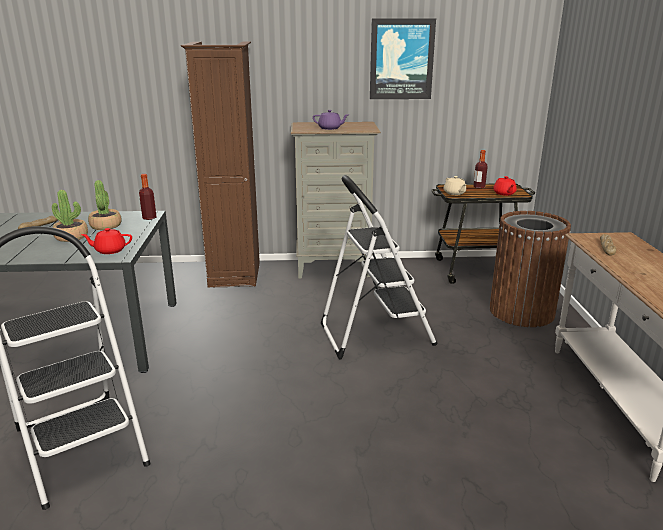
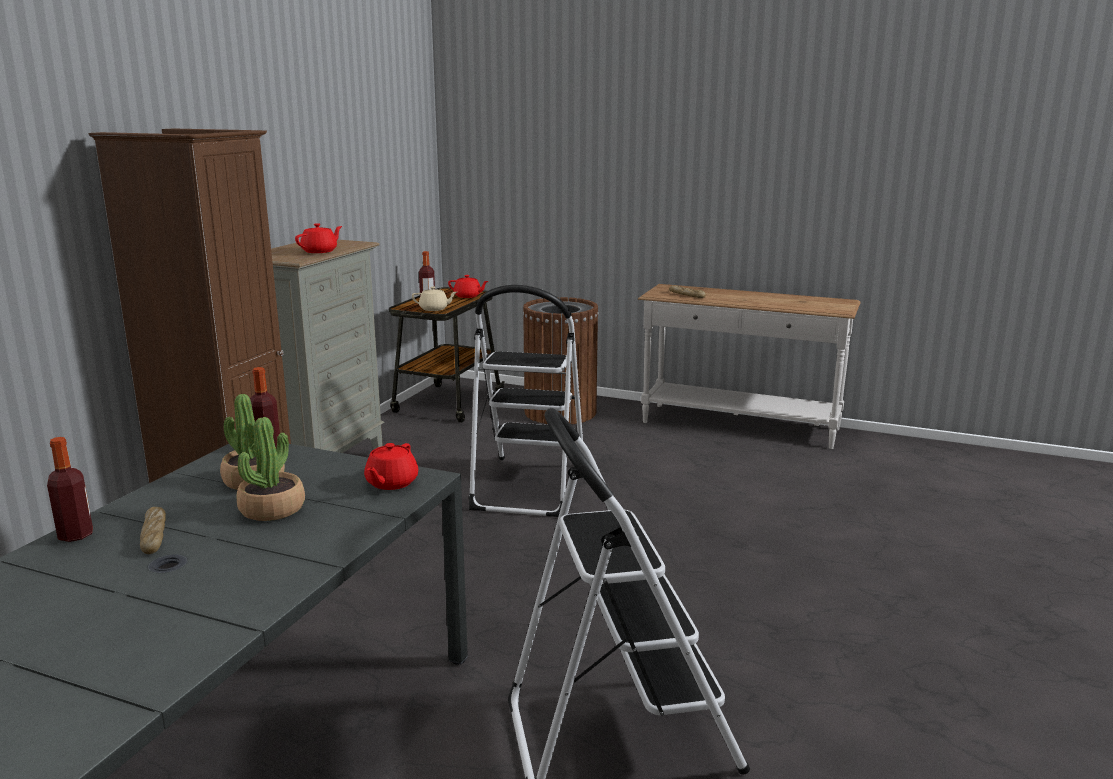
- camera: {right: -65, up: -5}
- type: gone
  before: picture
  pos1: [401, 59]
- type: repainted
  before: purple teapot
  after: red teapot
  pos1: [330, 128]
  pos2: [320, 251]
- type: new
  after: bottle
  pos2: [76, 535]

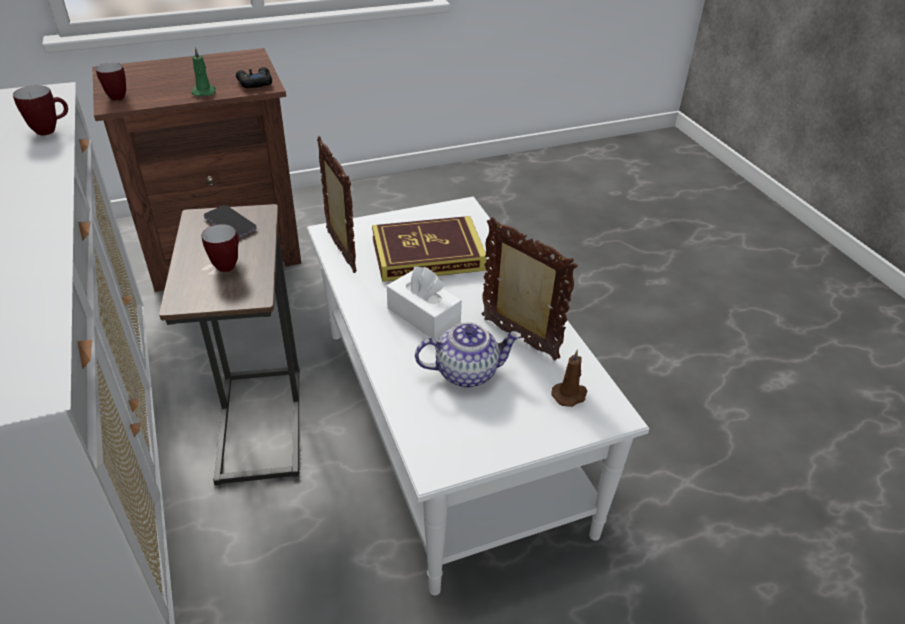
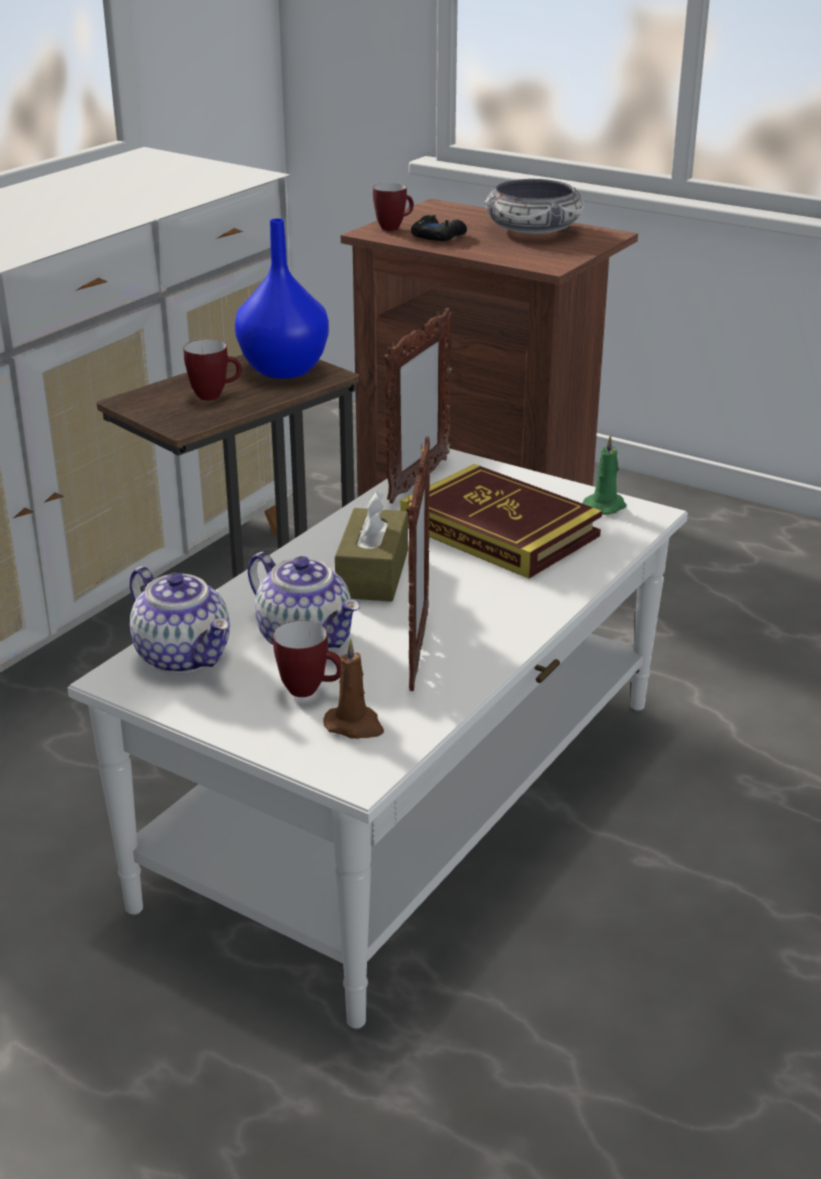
- camera: {right: 55, up: -10}
- type: shifted
  before: green candle
  pos1: [204, 92]
  pos2: [606, 506]
- type: shifted
  before: black game controller
  pos1: [254, 83]
  pos2: [438, 236]
- type: shifted
  before: mug
  pos1: [50, 130]
  pos2: [310, 691]
- type: swapped
  before: phone
  after: blue vase
  pos1: [230, 224]
  pos2: [285, 369]
- type: repainted
  before: white tissue box
  after: brown tissue box
  pos1: [423, 316]
  pos2: [373, 573]
- type: new
  after: bowl
  pos2: [532, 230]
- type: new
  after: teapot
  pos2: [185, 656]

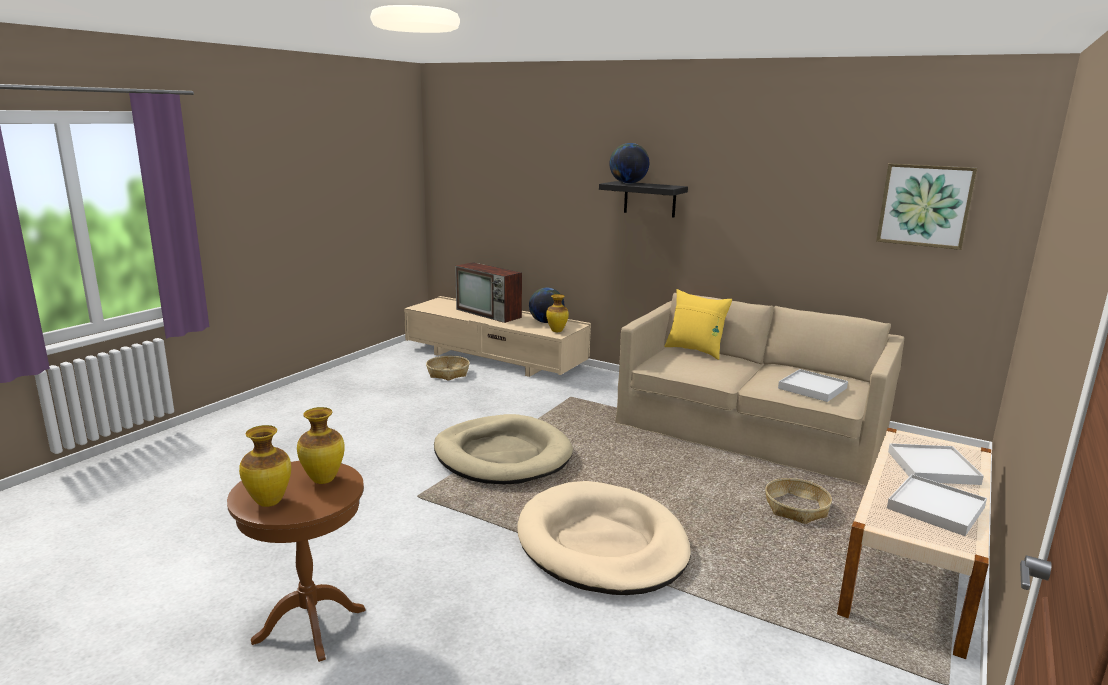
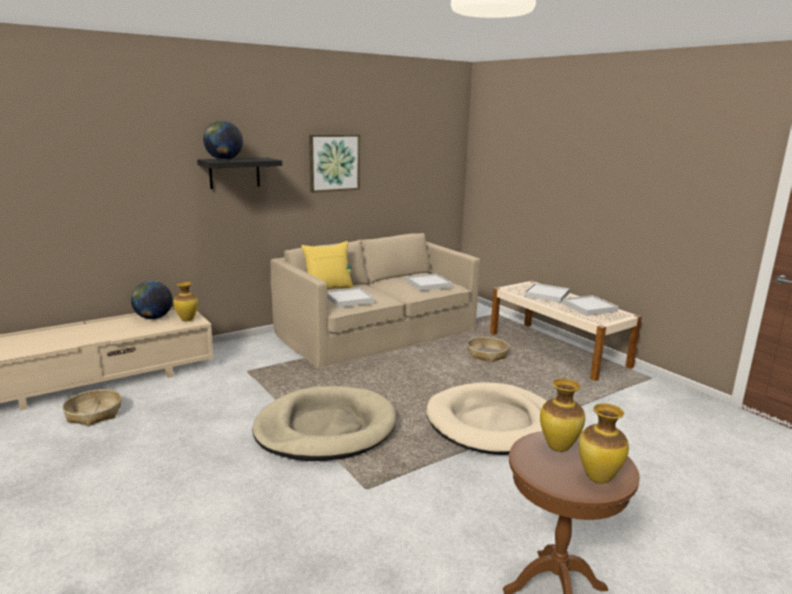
- camera: {right: -65, up: 0}
- type: shifted
  before: picture
  pos1: [925, 205]
  pos2: [334, 162]
- type: gone
  before: television
  pos1: [489, 313]
- type: new
  after: white tray
  pos2: [349, 299]

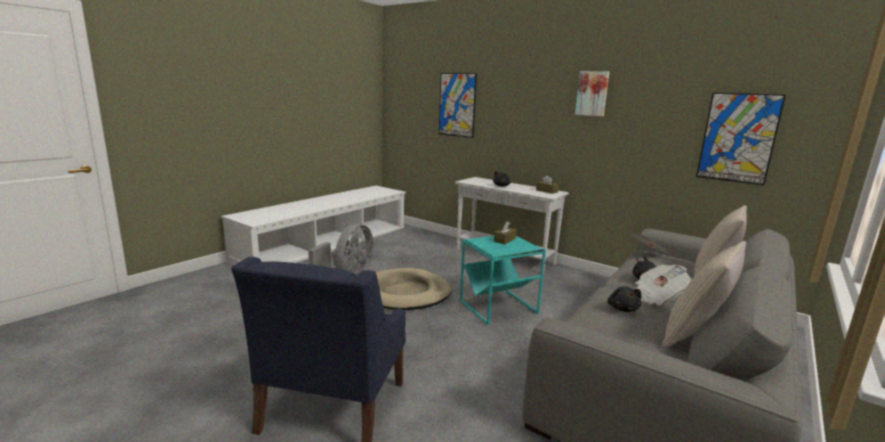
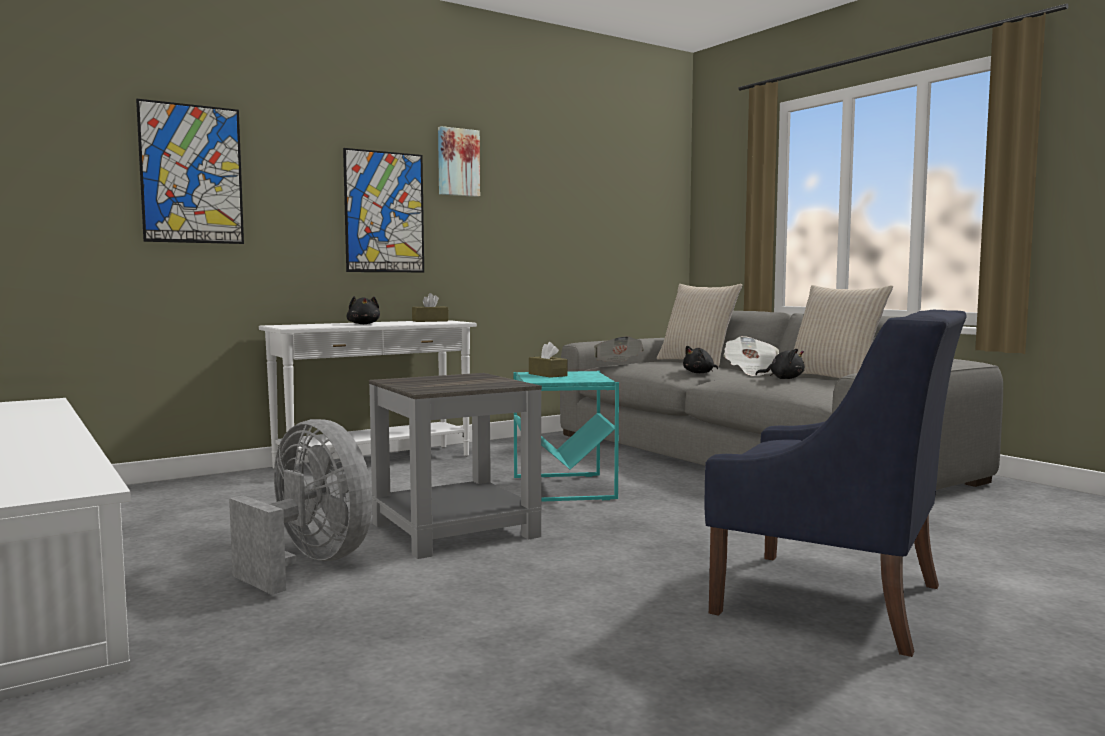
- camera: {right: -70, up: -10}
- type: shifted
  before: picture
  pos1: [738, 138]
  pos2: [384, 212]
- type: swapped
  before: beige dog bed
  after: grey side table
  pos1: [405, 293]
  pos2: [455, 529]

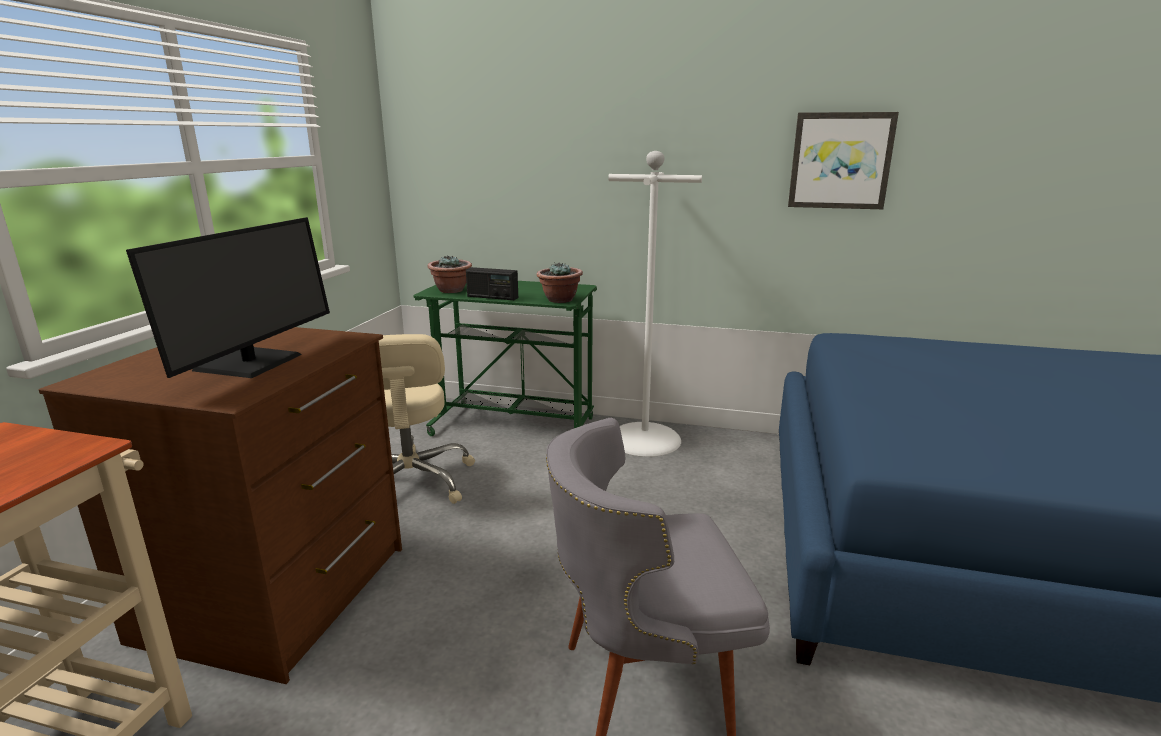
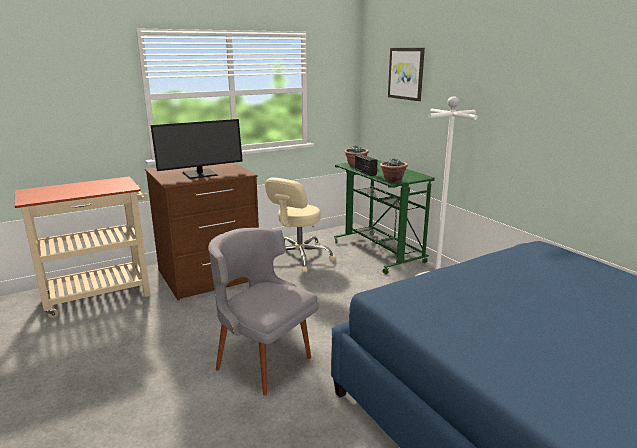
- camera: {right: 45, up: 0}
- type: shifted
  before: picture
  pos1: [840, 161]
  pos2: [406, 73]

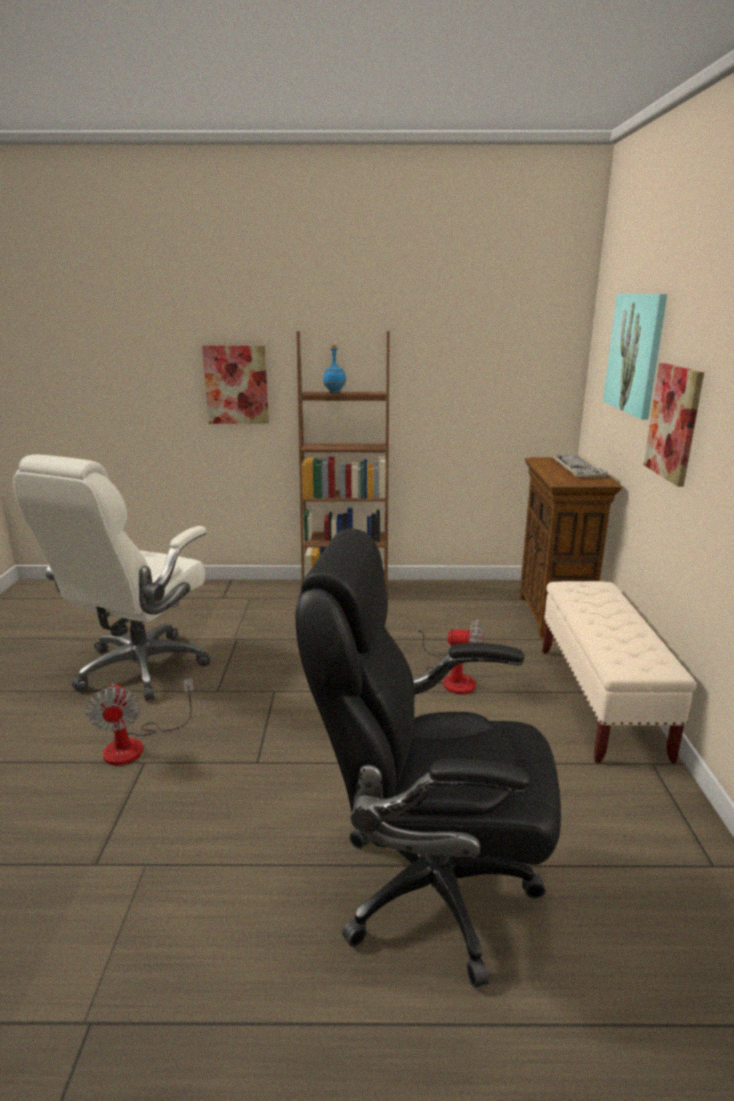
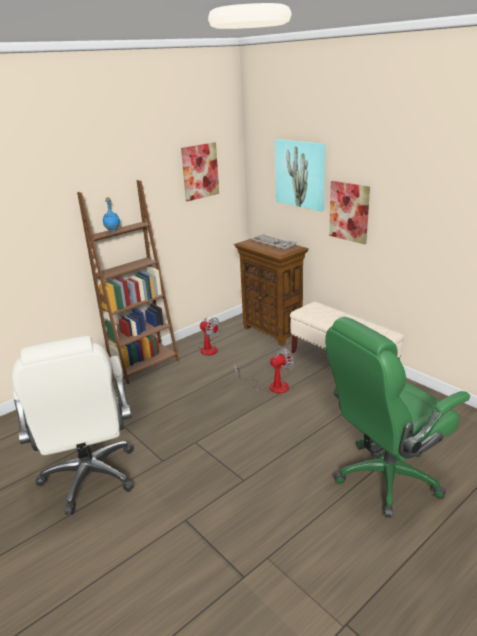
- camera: {right: -40, up: 5}
- type: shifted
  before: picture
  pos1: [236, 385]
  pos2: [200, 171]
- type: repainted
  before: black office chair
  after: green office chair
  pos1: [430, 889]
  pos2: [385, 478]
- type: shifted
  before: fan
  pos1: [136, 745]
  pos2: [208, 347]

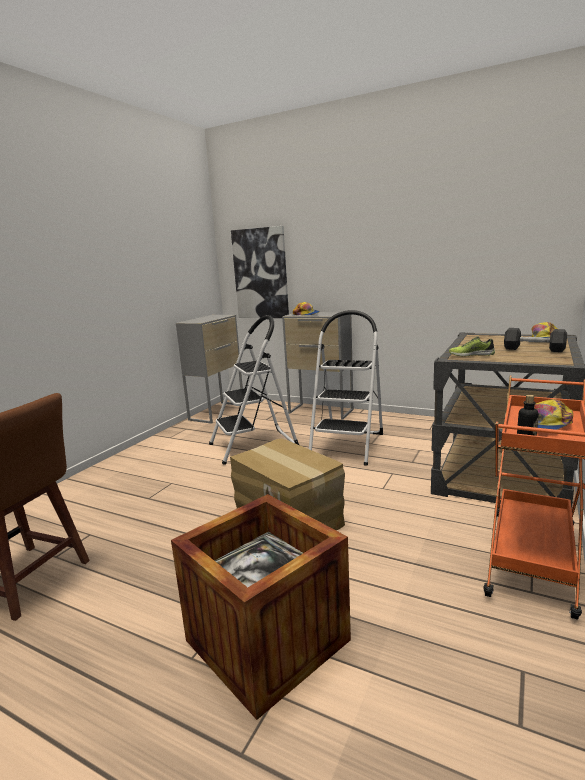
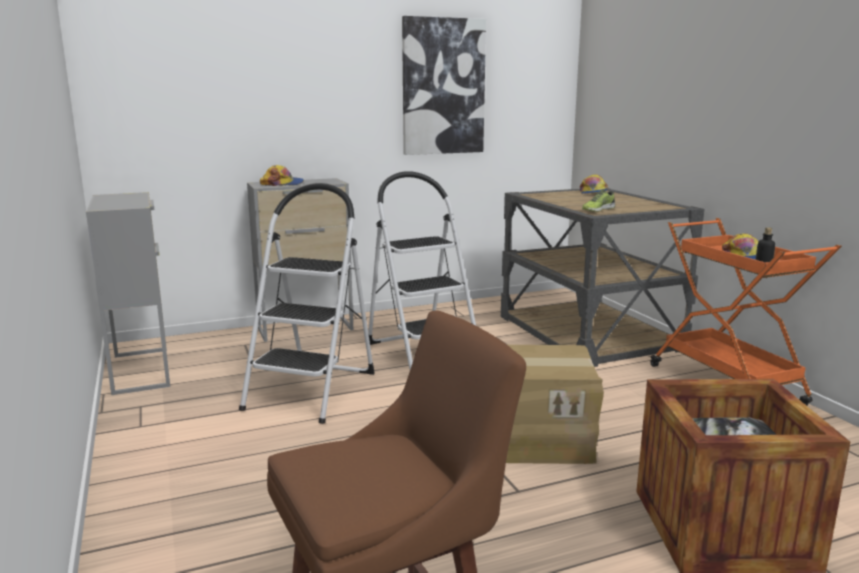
- camera: {right: -50, up: 0}
- type: shifted
  before: picture
  pos1: [261, 274]
  pos2: [443, 87]
- type: gone
  before: black dumbbell
  pos1: [534, 349]

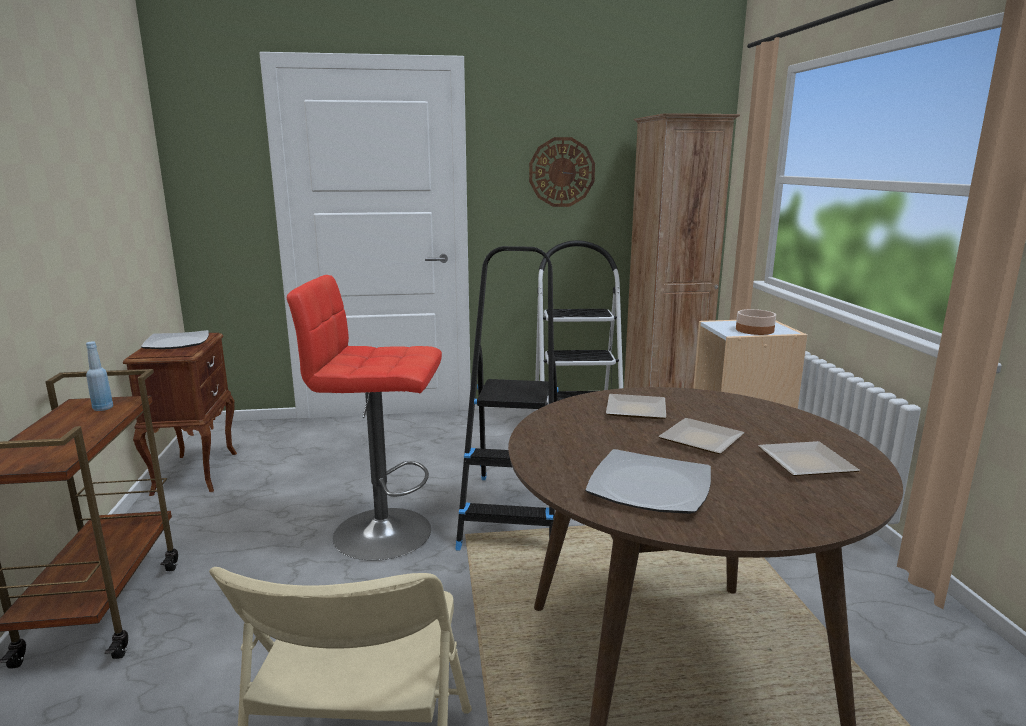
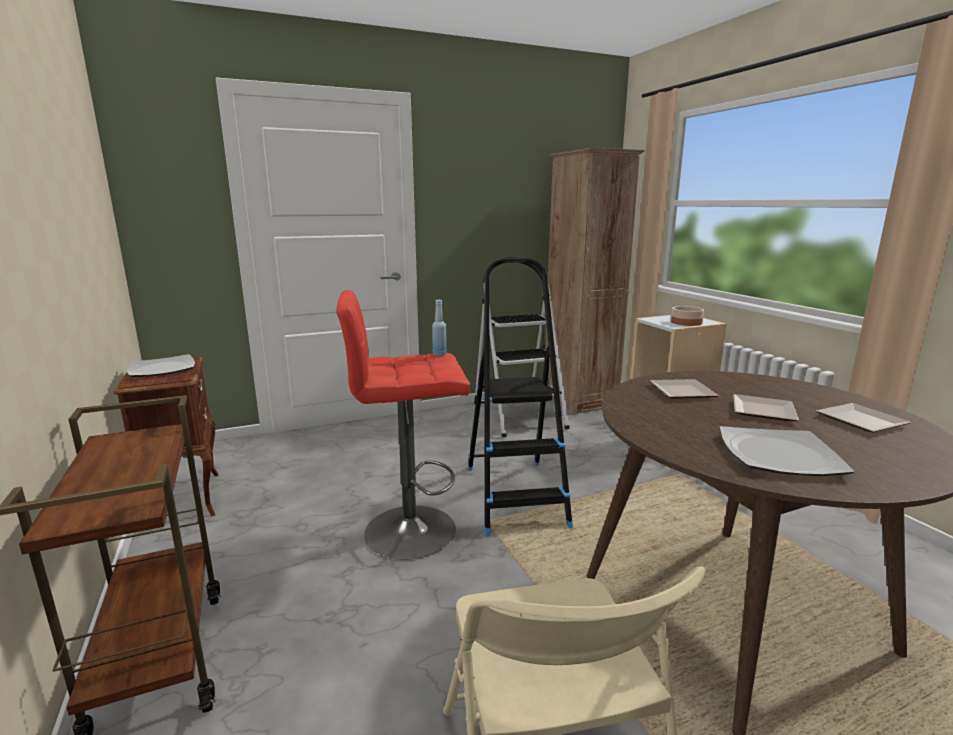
- camera: {right: -15, up: 0}
- type: gone
  before: wall clock
  pos1: [561, 172]
- type: shifted
  before: blue bottle
  pos1: [103, 408]
  pos2: [439, 354]

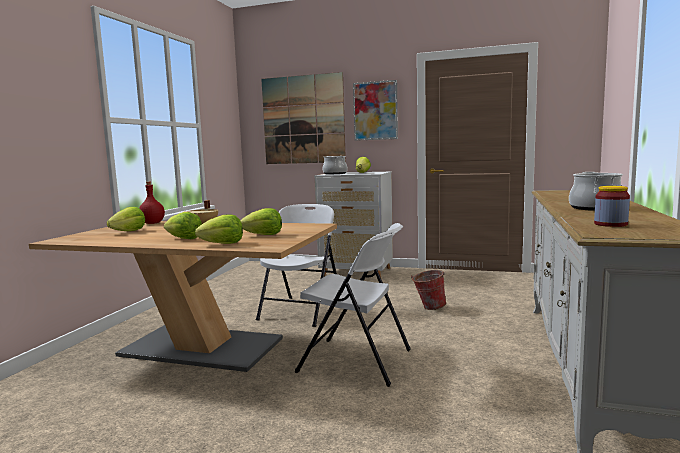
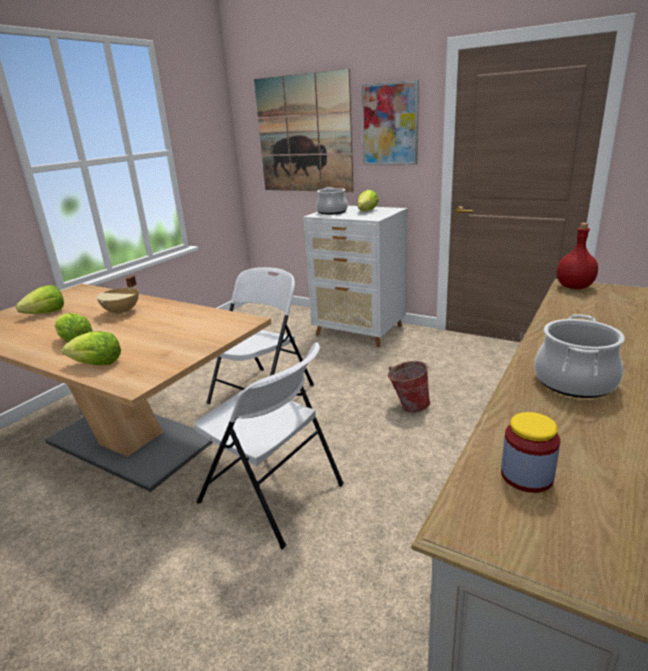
- camera: {right: 15, up: 15}
- type: shifted
  before: red bottle
  pos1: [152, 223]
  pos2: [574, 287]
- type: gone
  before: lettuce
  pos1: [263, 235]

